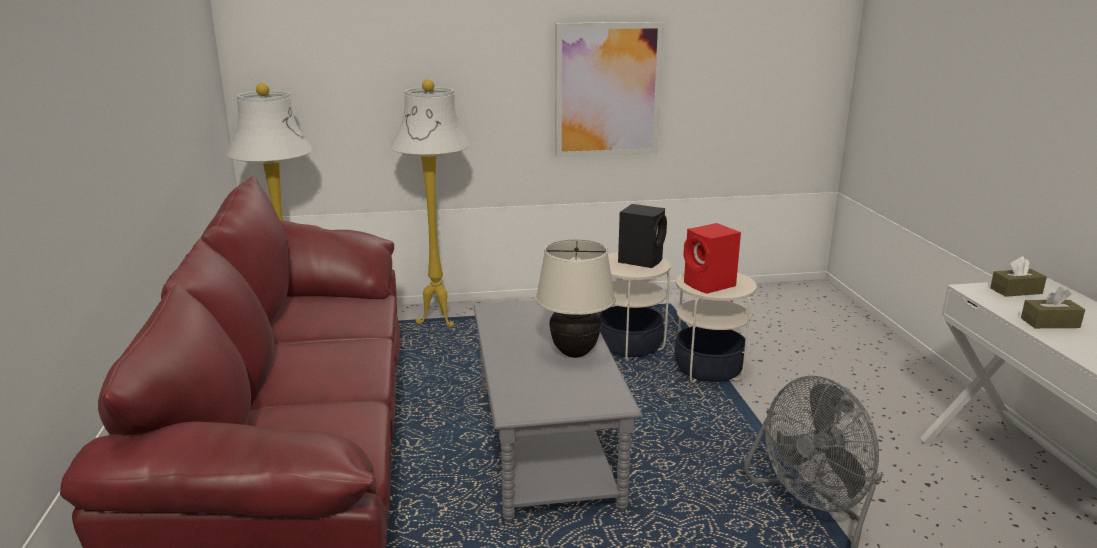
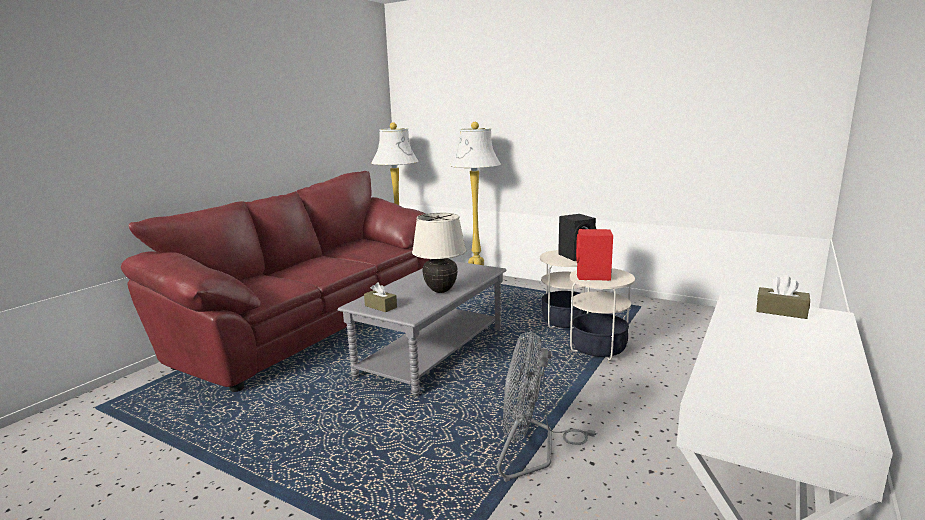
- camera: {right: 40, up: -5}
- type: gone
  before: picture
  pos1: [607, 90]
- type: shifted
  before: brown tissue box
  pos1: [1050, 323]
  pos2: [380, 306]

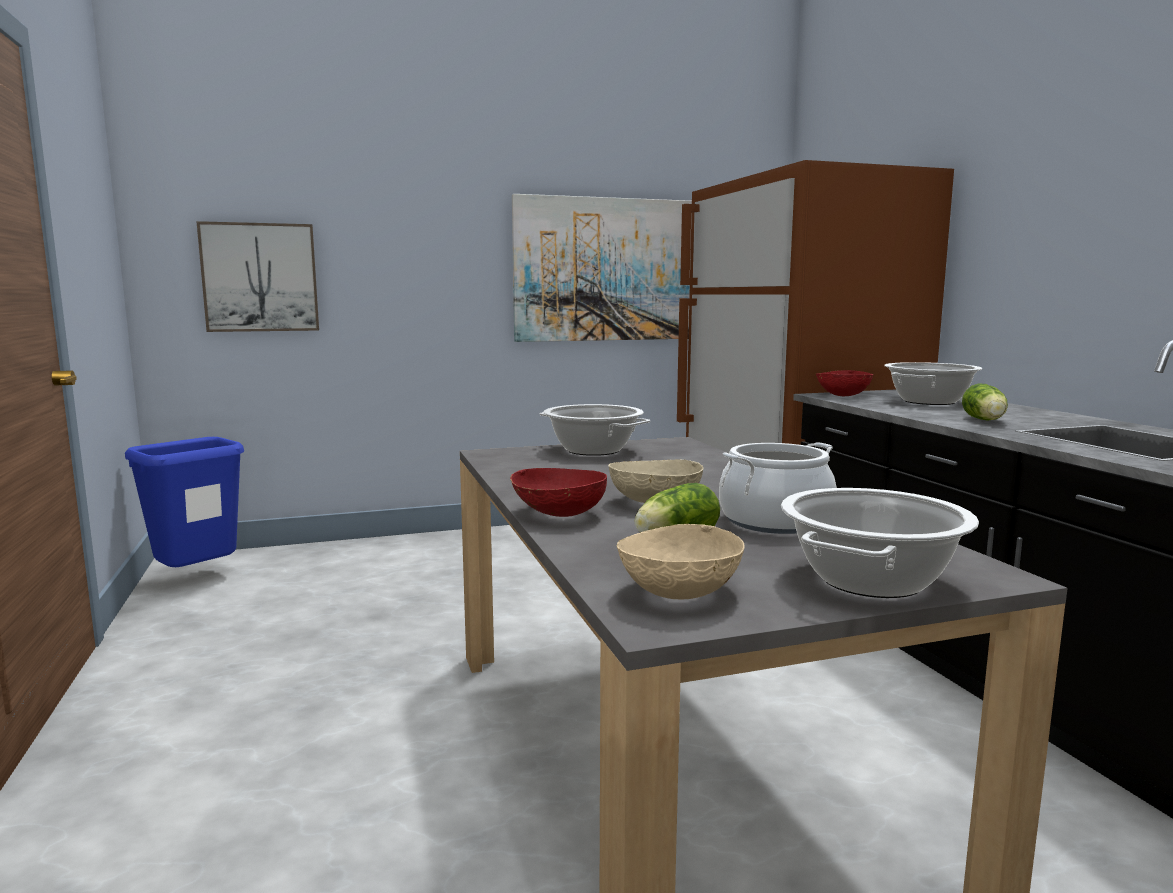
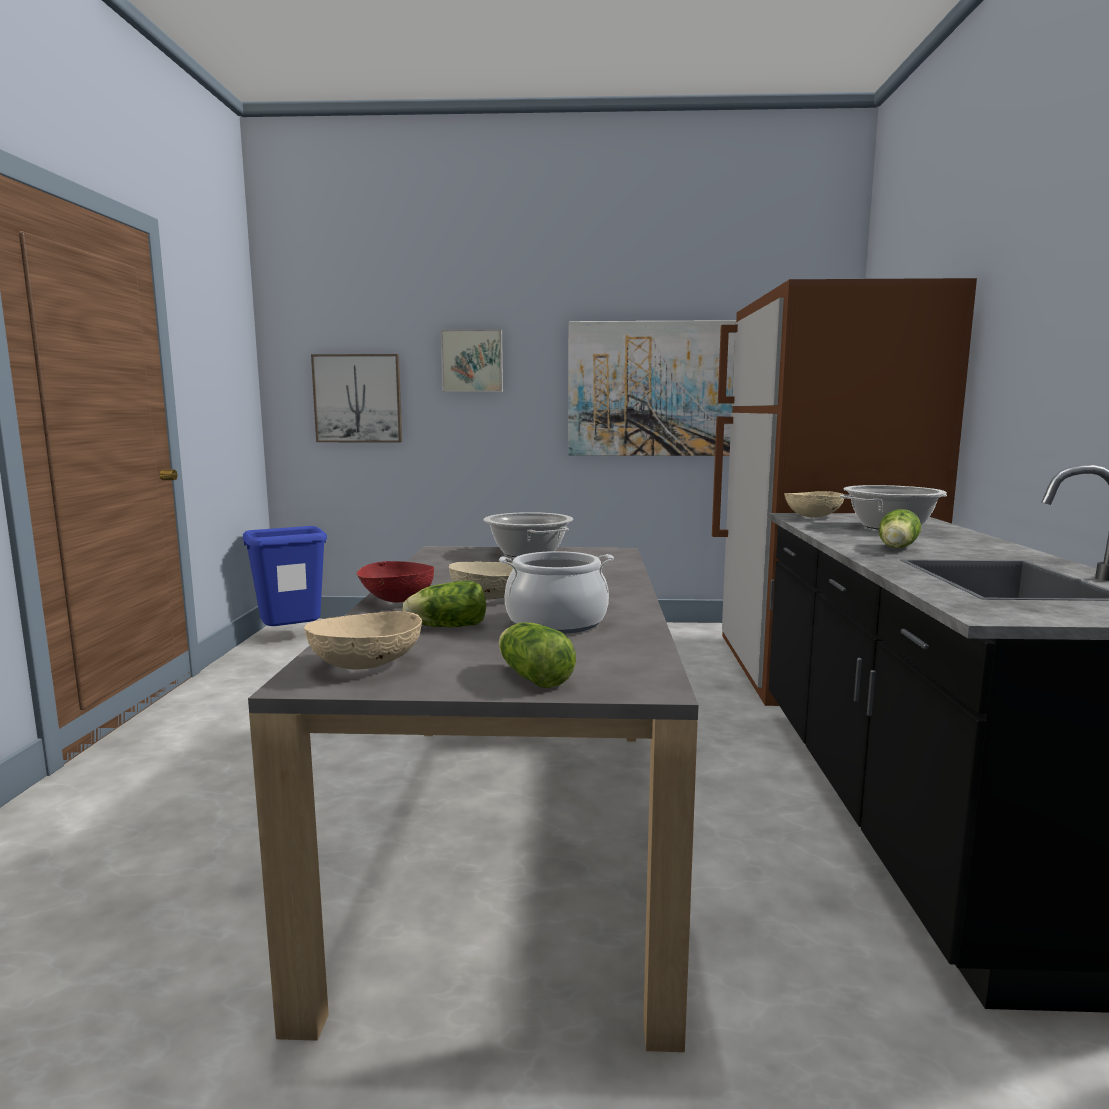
- camera: {right: 20, up: 0}
- type: repainted
  before: red bowl
  after: beige bowl
  pos1: [842, 395]
  pos2: [813, 517]
- type: swapped
  before: cooking pot
  after: lettuce
  pos1: [871, 580]
  pos2: [532, 676]
- type: new
  after: picture
  pos2: [472, 361]

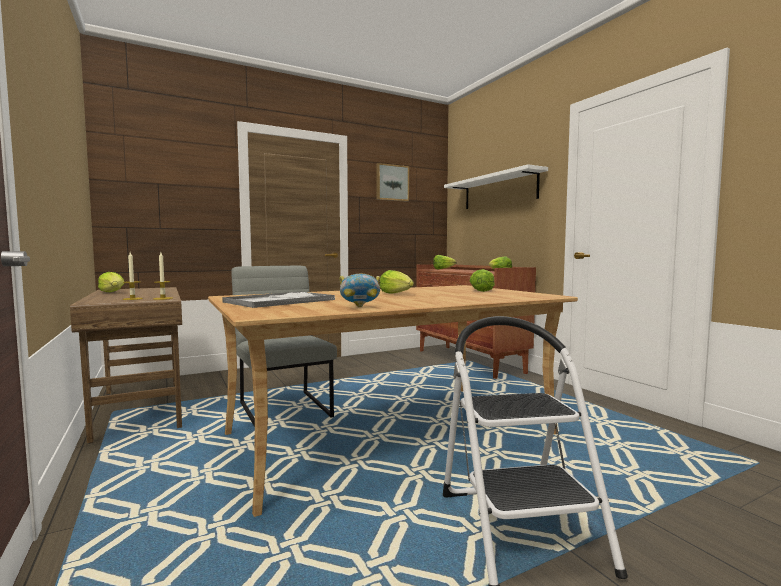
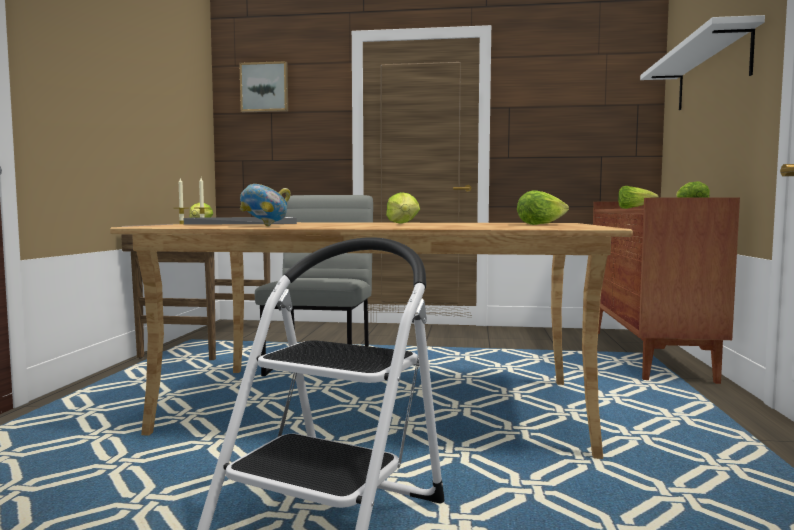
- camera: {right: 35, up: 0}
- type: shifted
  before: picture
  pos1: [392, 183]
  pos2: [265, 87]

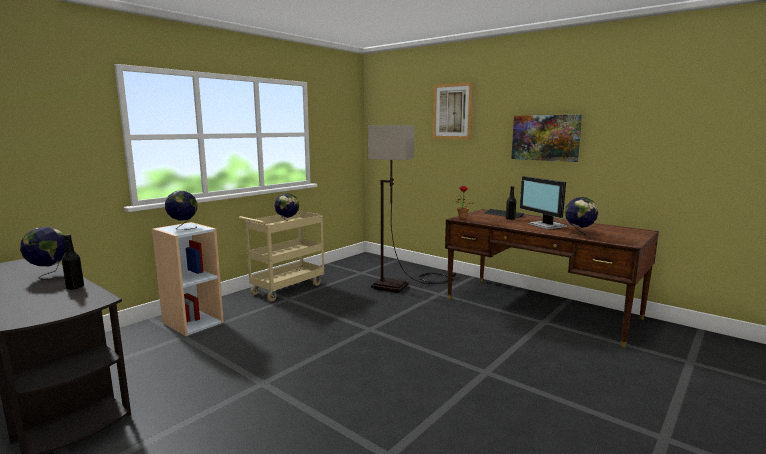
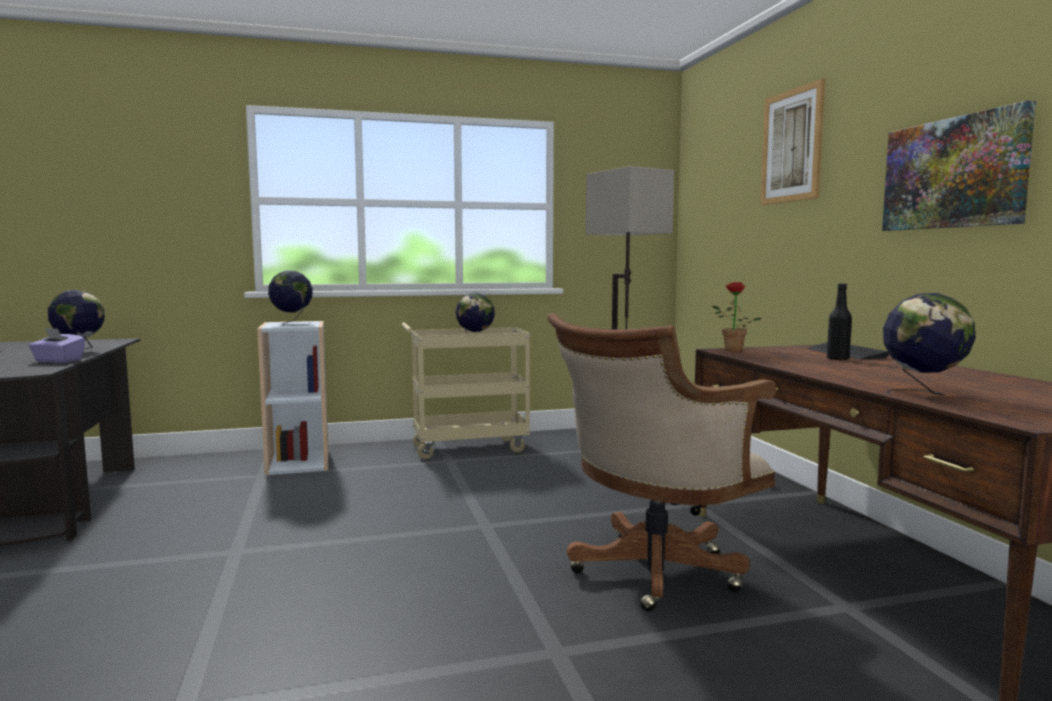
- camera: {right: 35, up: -5}
- type: gone
  before: monitor
  pos1: [546, 225]
- type: swapped
  before: black bottle
  after: purple tissue box
  pos1: [75, 287]
  pos2: [58, 361]
- type: new
  after: office chair
  pos2: [650, 575]

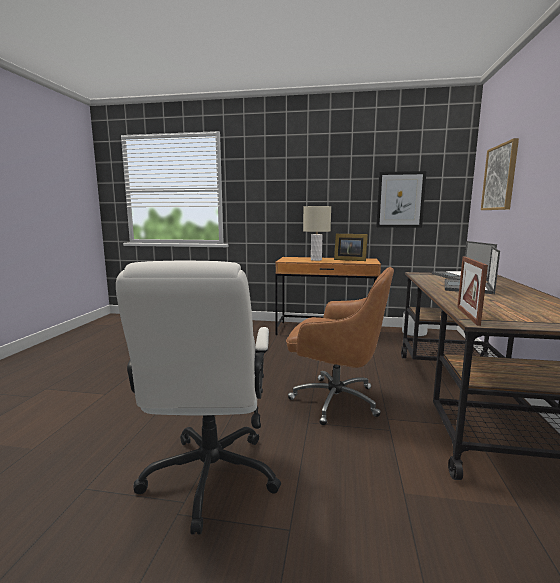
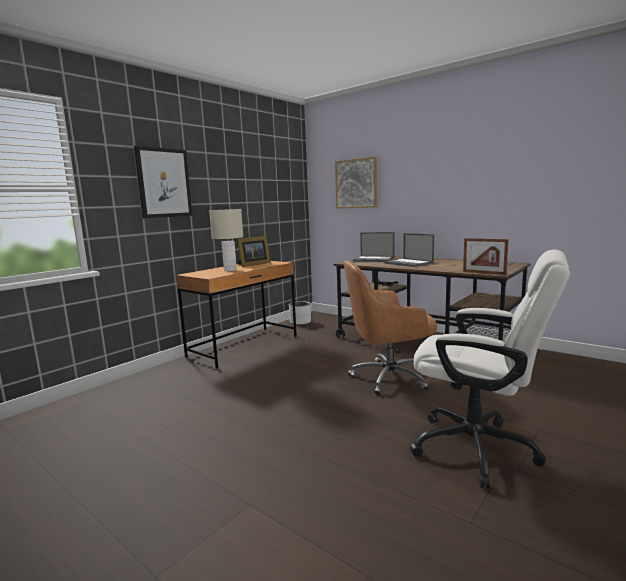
- camera: {right: -60, up: 0}
- type: shifted
  before: picture
  pos1: [400, 200]
  pos2: [164, 183]
- type: rotated
  before: brown office chair
  pos1: [335, 401]
  pos2: [389, 377]
  turn: -150

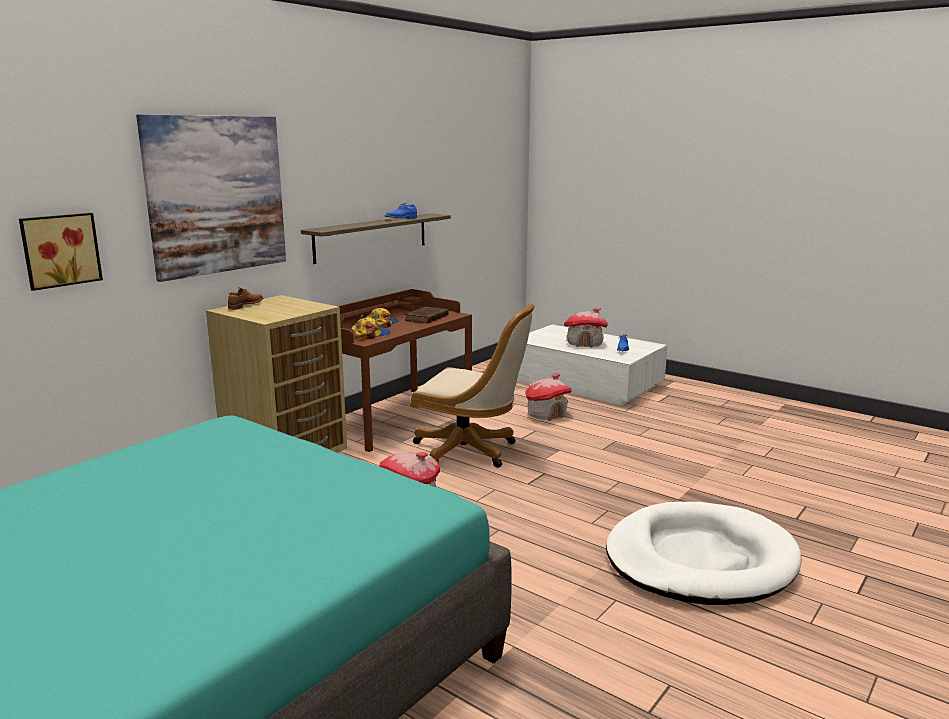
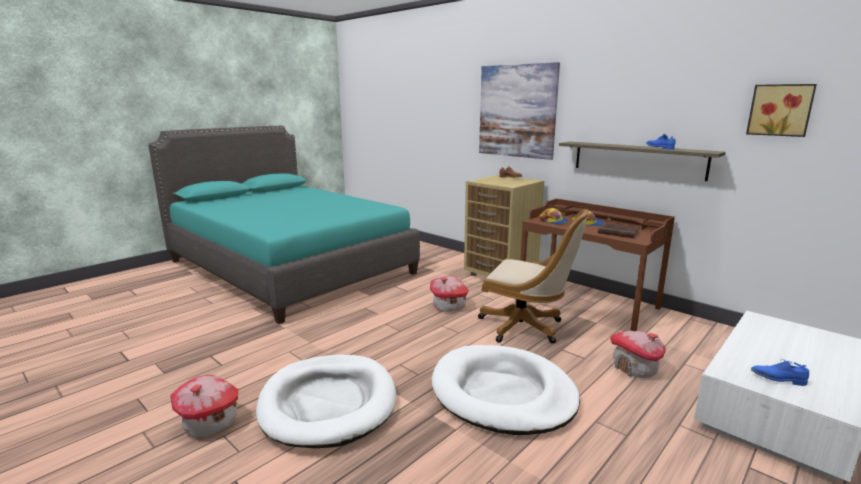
- camera: {right: 95, up: 0}
- type: shifted
  before: picture
  pos1: [60, 250]
  pos2: [780, 110]
- type: rotated
  before: office chair
  pos1: [472, 451]
  pos2: [527, 327]
  turn: -90
- type: shifted
  before: toy house
  pos1: [585, 343]
  pos2: [210, 423]
- type: new
  after: white dog bed
  pos2: [503, 393]

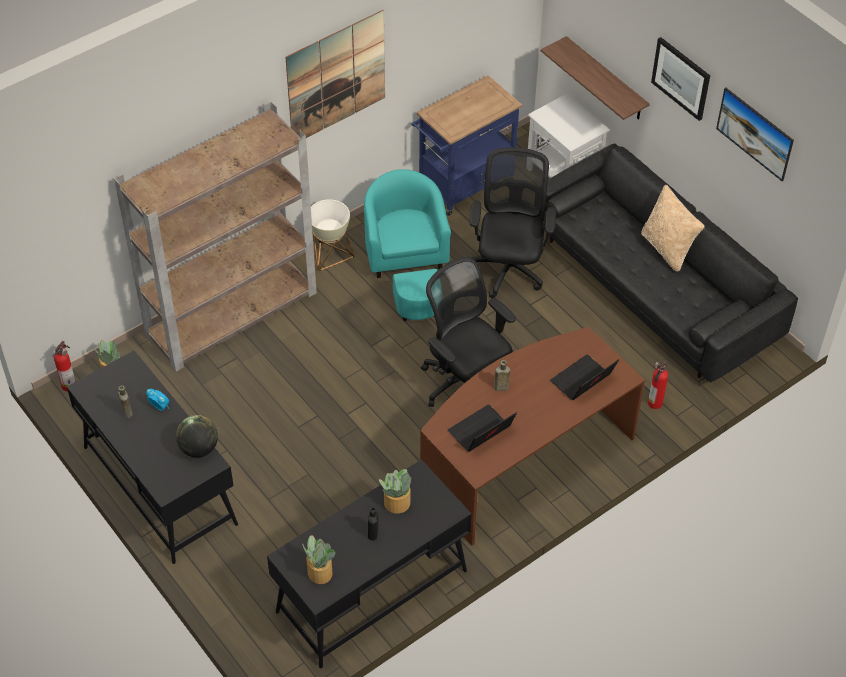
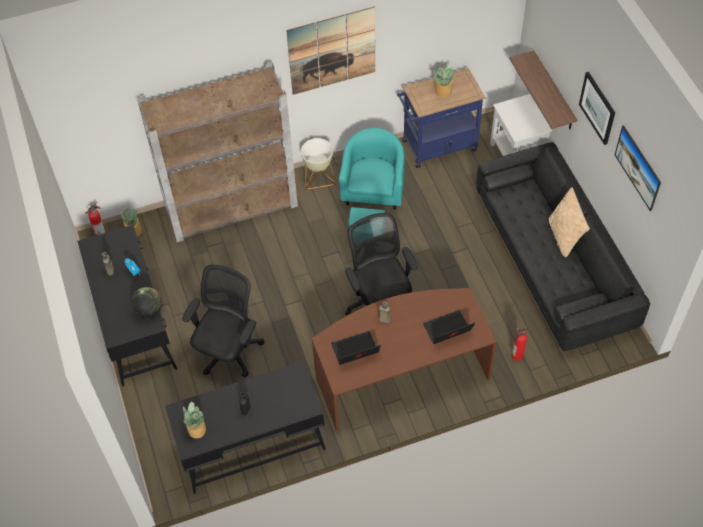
- camera: {right: 20, up: 5}
- type: shifted
  before: black office chair
  pos1: [508, 273]
  pos2: [229, 355]
- type: shifted
  before: potted plant
  pos1: [396, 503]
  pos2: [443, 91]

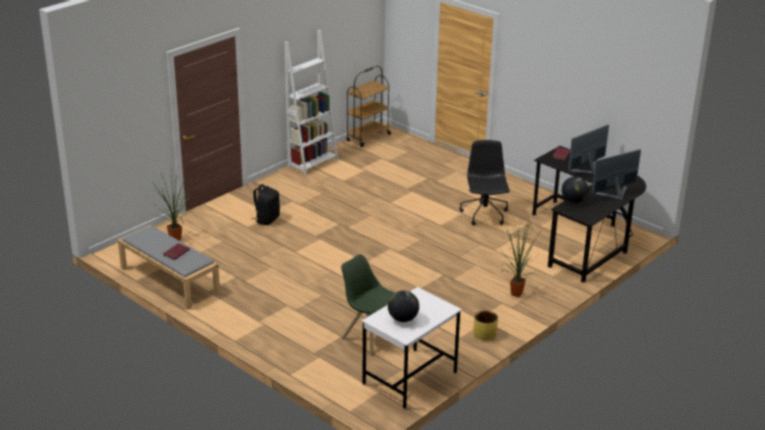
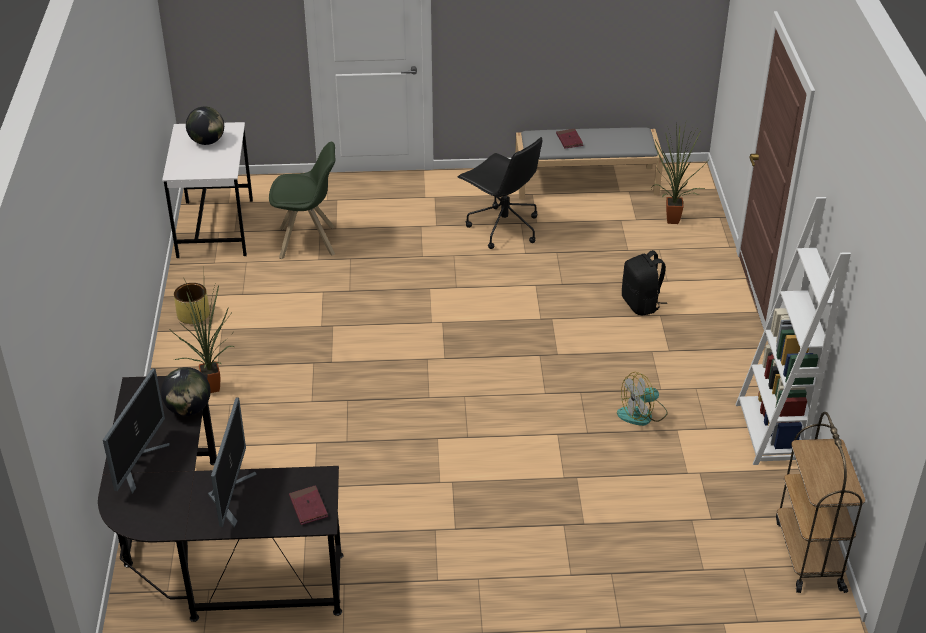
- camera: {right: 135, up: 10}
- type: shifted
  before: black office chair
  pos1: [485, 216]
  pos2: [501, 227]
- type: new
  after: fan
  pos2: [642, 414]

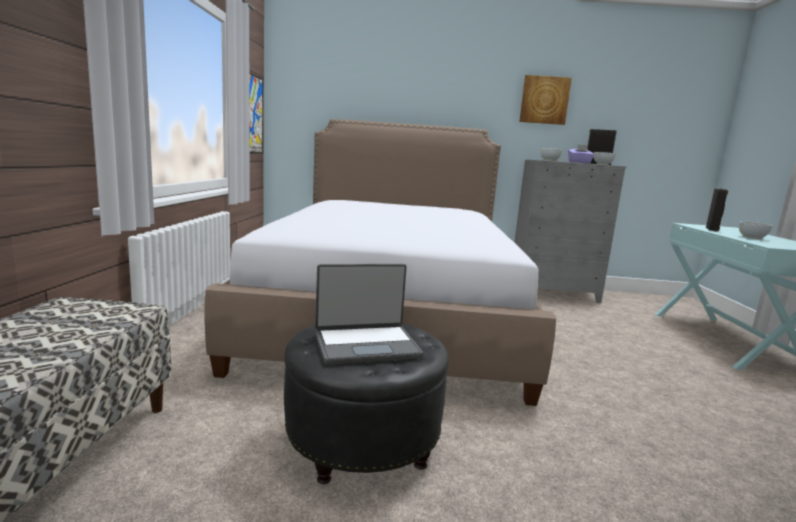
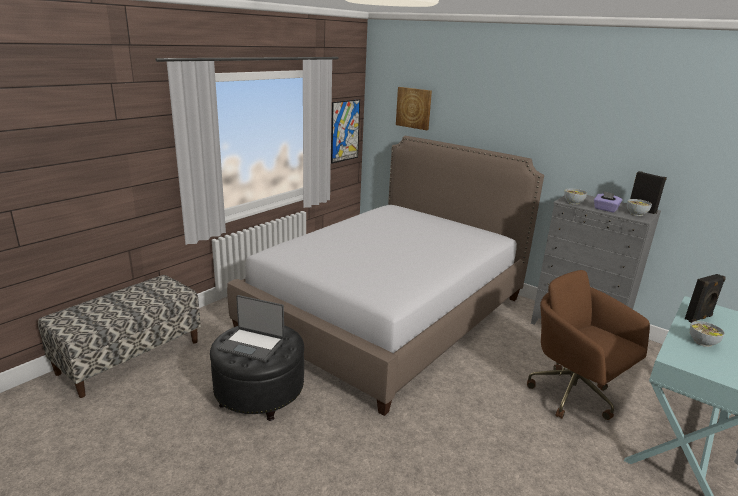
- camera: {right: 35, up: 10}
- type: shifted
  before: picture
  pos1: [544, 100]
  pos2: [414, 108]
- type: new
  after: brown office chair
  pos2: [574, 397]

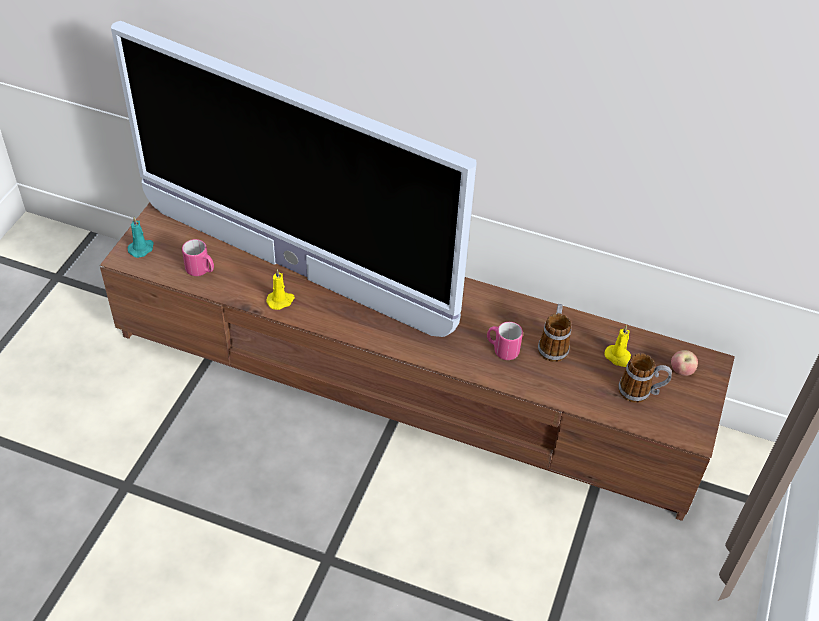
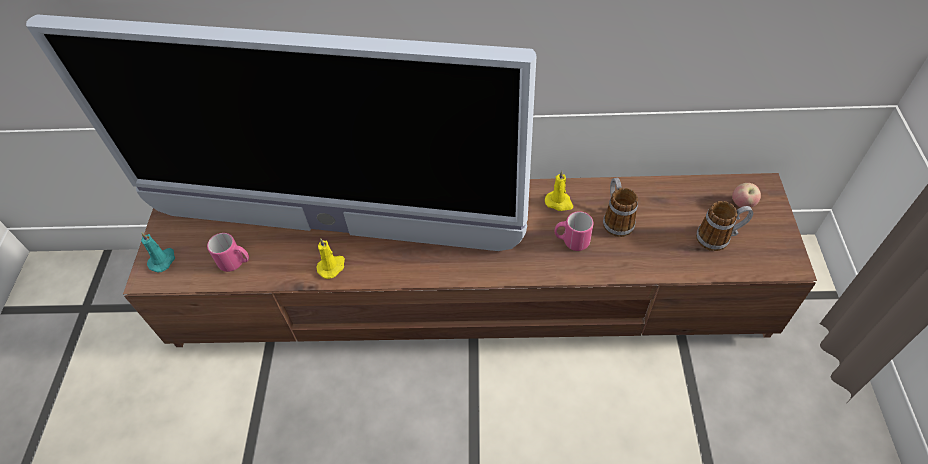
- camera: {right: -15, up: 5}
- type: shifted
  before: yellow candle
  pos1: [618, 357]
  pos2: [559, 202]

